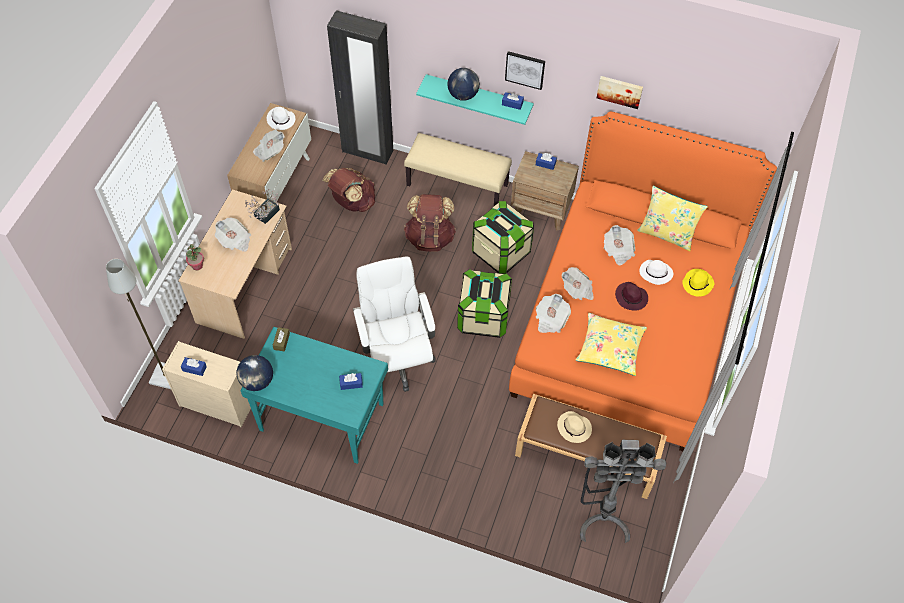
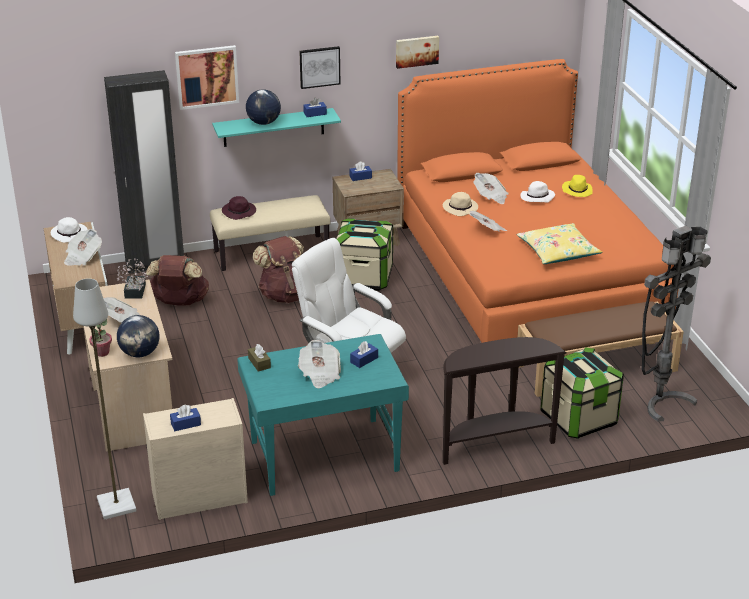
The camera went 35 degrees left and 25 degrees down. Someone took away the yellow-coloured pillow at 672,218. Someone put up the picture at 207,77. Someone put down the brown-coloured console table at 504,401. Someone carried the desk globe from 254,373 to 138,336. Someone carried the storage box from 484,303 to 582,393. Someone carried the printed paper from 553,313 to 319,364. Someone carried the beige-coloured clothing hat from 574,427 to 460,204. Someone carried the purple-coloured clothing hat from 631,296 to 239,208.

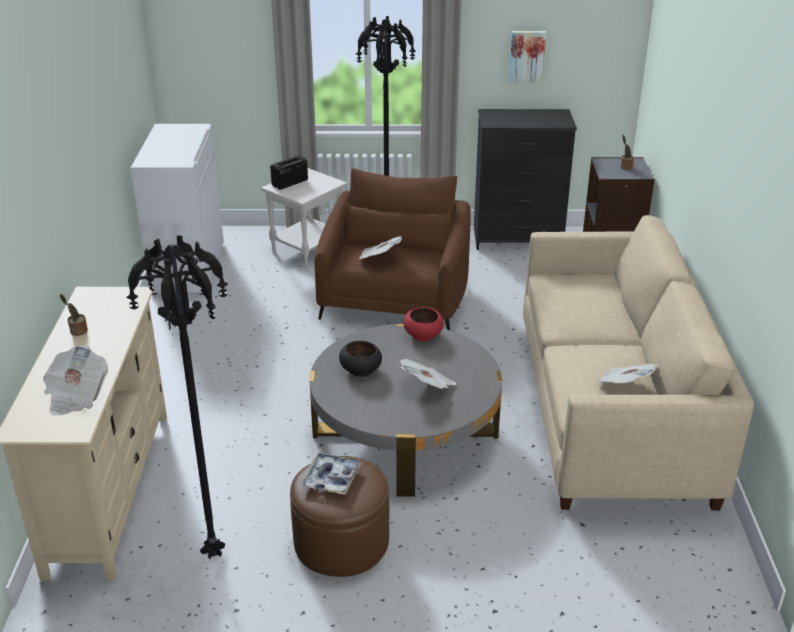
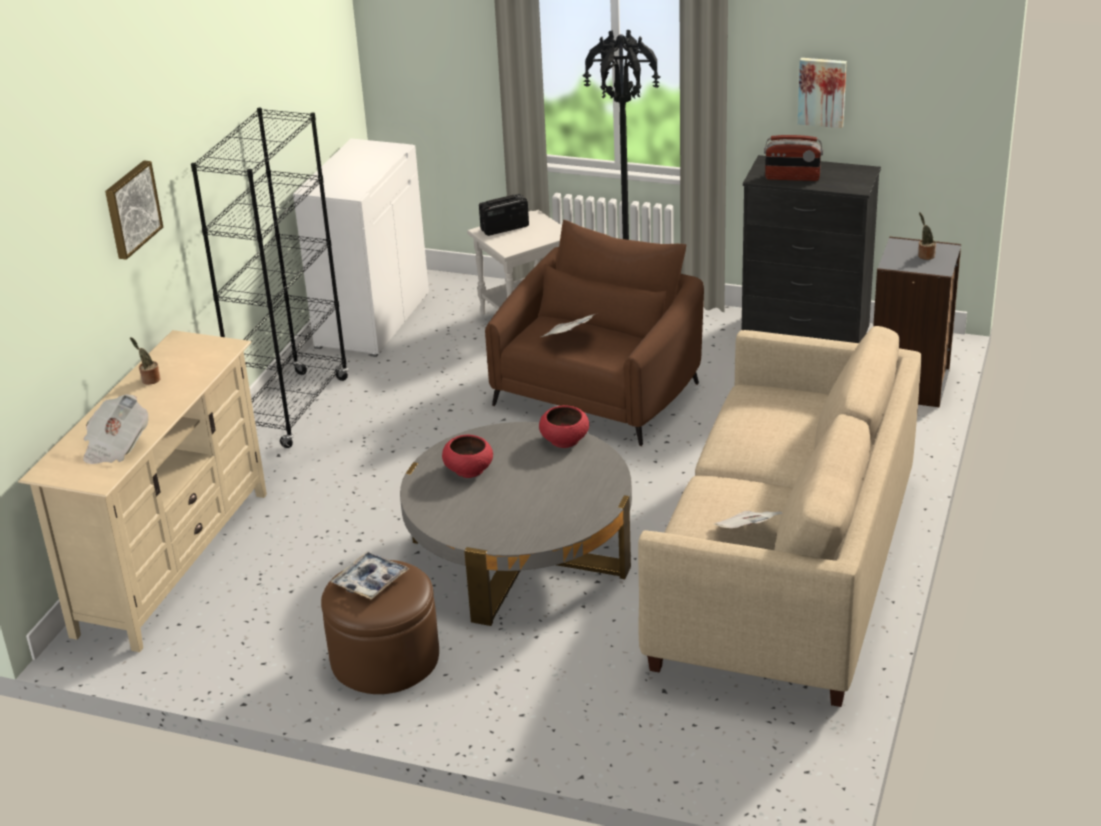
The camera went 20 degrees right and 0 degrees up. Someone took away the black standing lamp at 177,397. Someone took away the printed paper at 428,374. Someone put up the picture at 134,210. Someone put down the black bookcase at 270,277. Someone put down the radio at 793,158. Someone repainted the black bowl at 360,359, which became the red bowl at 467,456.

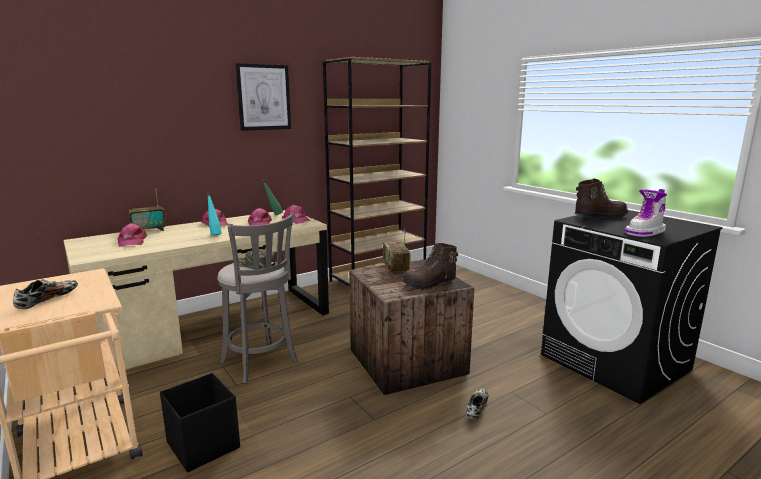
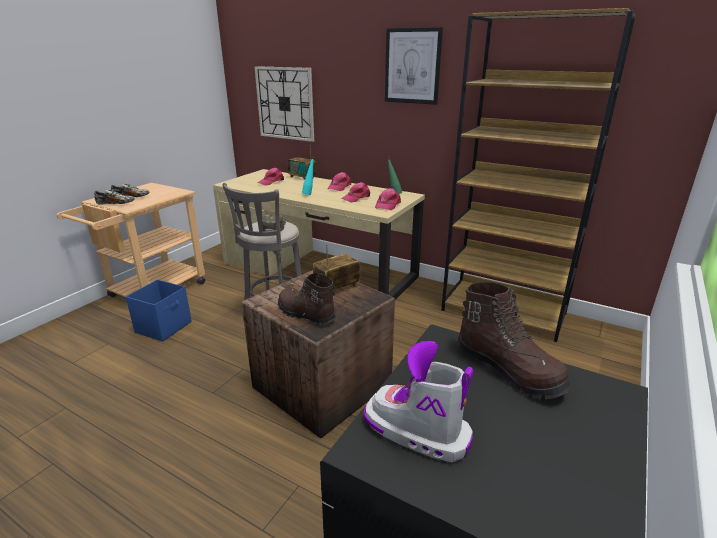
The camera went 65 degrees right and 10 degrees up. Someone put up the hanging clock at 284,104. Someone carried the item of footwear from 477,404 to 114,197. Someone repainted the black storage box at 200,422, which became the blue storage box at 159,310.

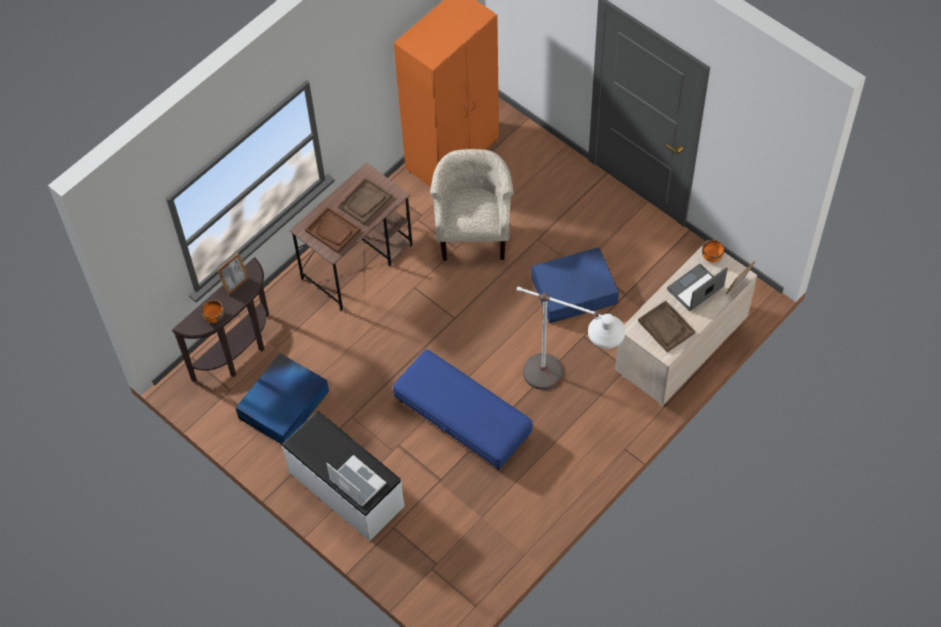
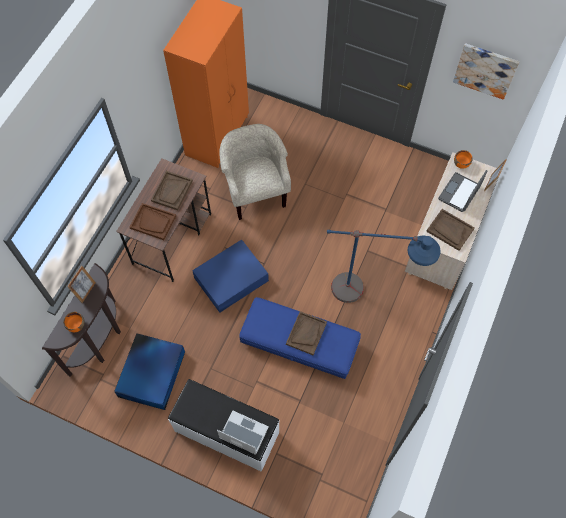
The camera went 20 degrees left and 5 degrees up. Someone put down the brown-coloured carrying tray at 306,333. Someone put up the picture at 486,71. Someone carried the blue storage box from 575,285 to 230,276. Someone repainted the whitish standing lamp at 571,338, which became the blue standing lamp at 383,266.

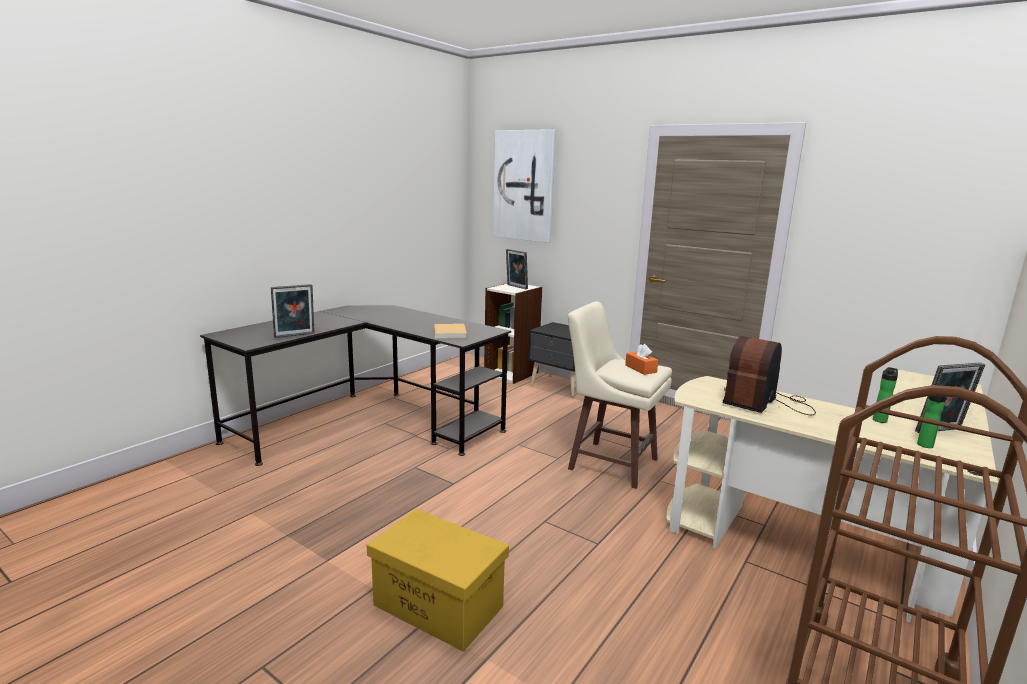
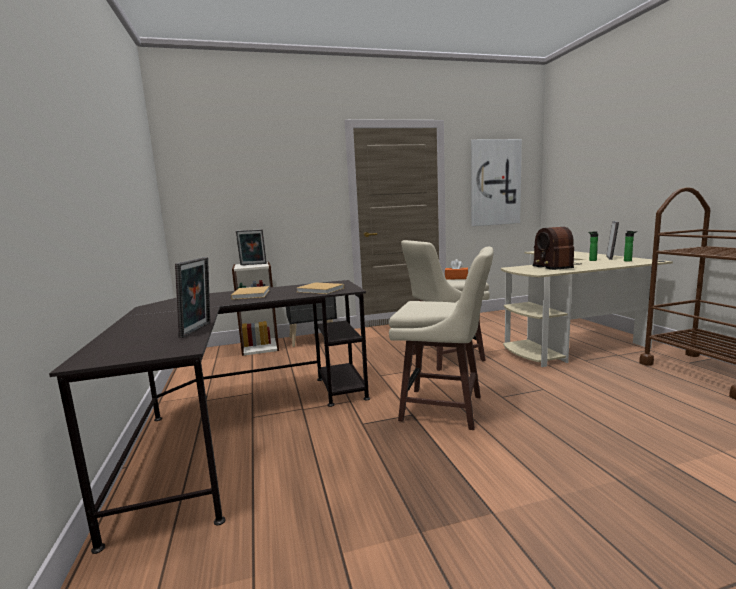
The camera went 50 degrees left and 5 degrees down. Someone took away the yellow-coloured storage box at 438,580. Someone put down the beige-coloured book at 250,293. Someone put down the beige-coloured stool seat at 441,338. Someone carried the picture from 524,186 to 496,182.

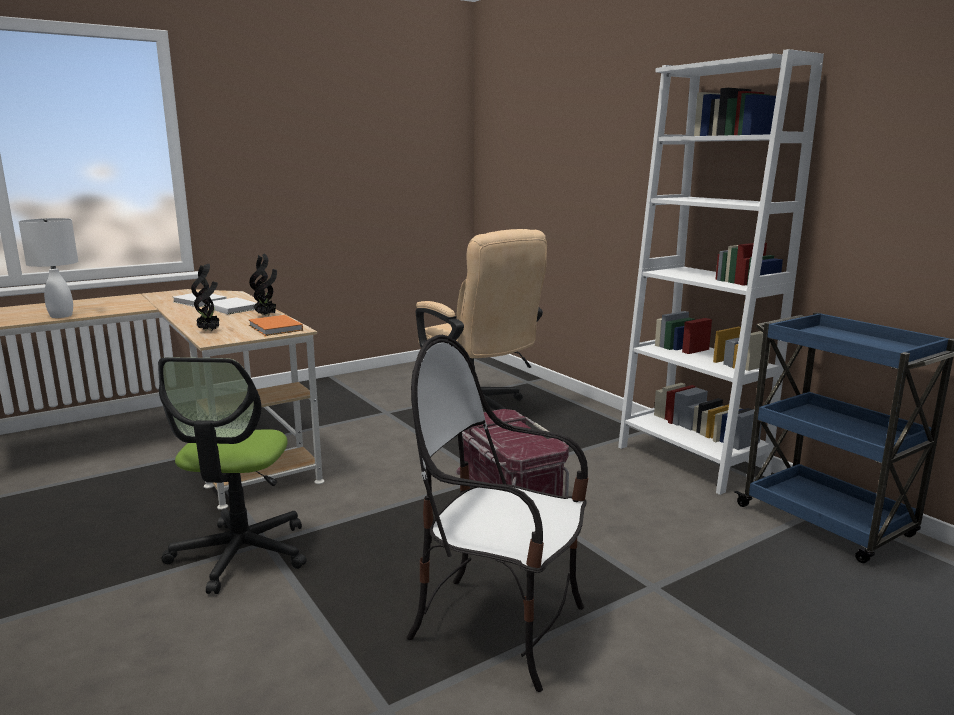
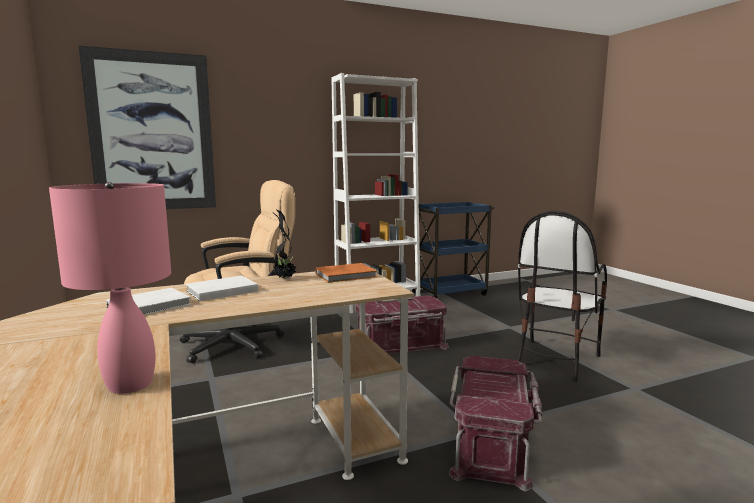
The camera went 80 degrees left and 5 degrees down. Someone took away the plant in a pot at 205,297. Someone put up the picture at 147,127. Someone swapped the office chair at 232,475 for the red storage box at 495,423. Someone repainted the whitish lamp for a table at 48,268, which became the pinkish lamp for a table at 110,288.

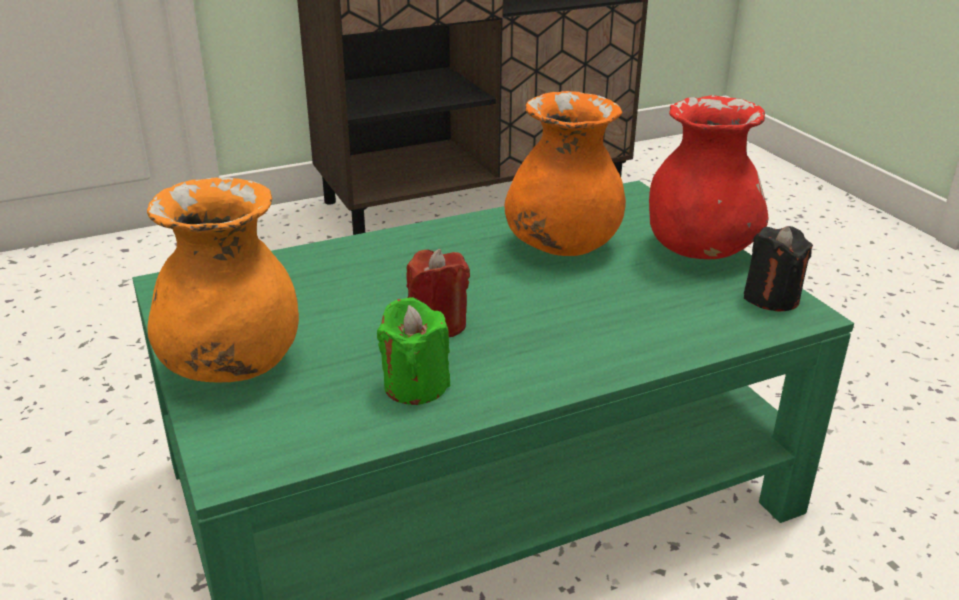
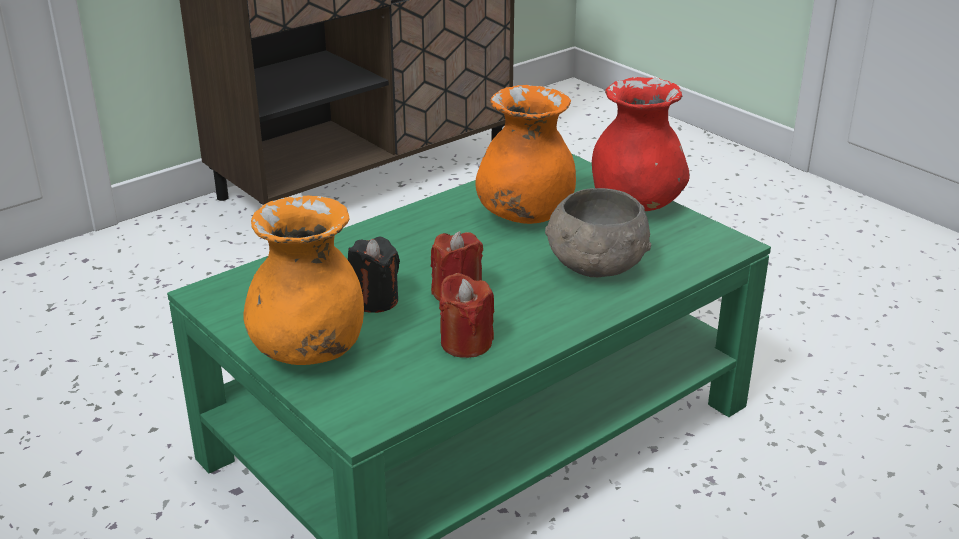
The camera went 15 degrees left and 0 degrees up. Someone put down the grey bowl at 598,232. Someone carried the black wax light from 778,268 to 374,275. Someone repainted the green wax light at 413,351, which became the red wax light at 466,315.

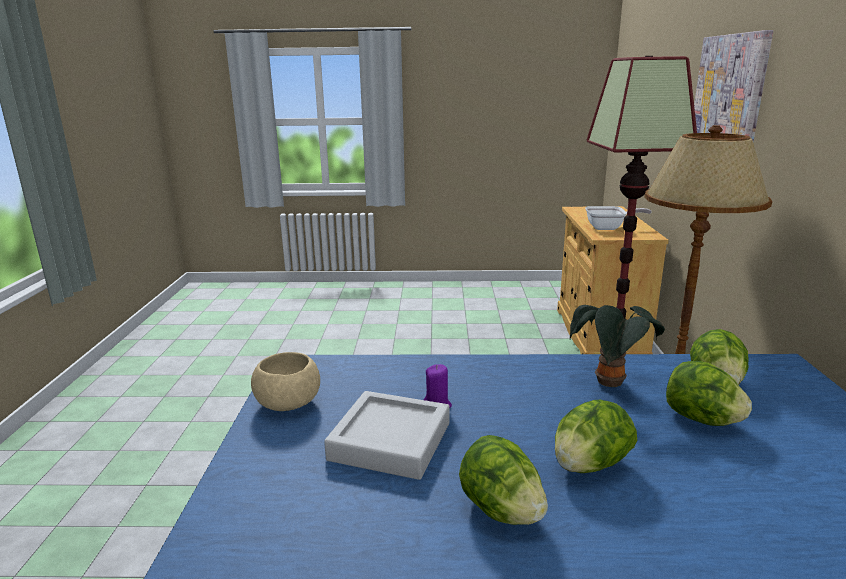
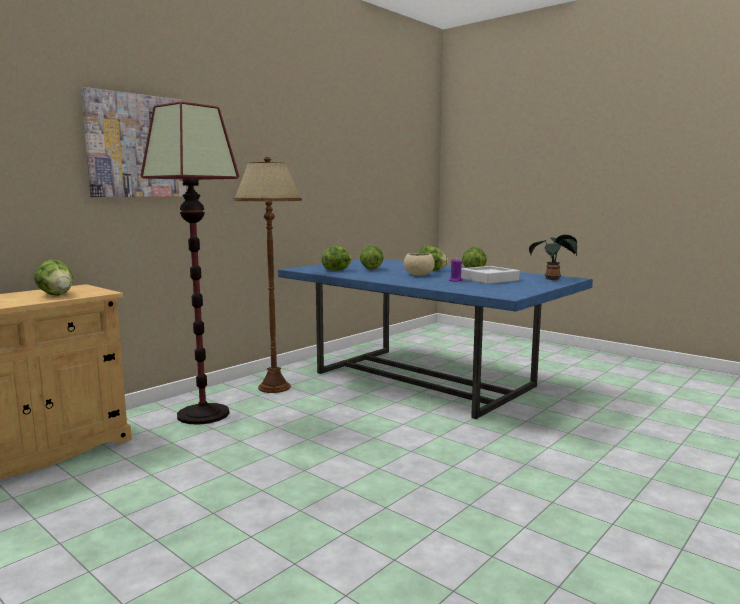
The camera went 140 degrees left and 10 degrees down. Someone carried the beige-coloured bowl from 285,381 to 419,264. Someone carried the plant in a pot from 617,346 to 553,257. Someone swapped the frying pan at 618,218 for the head of lettuce at 53,277.

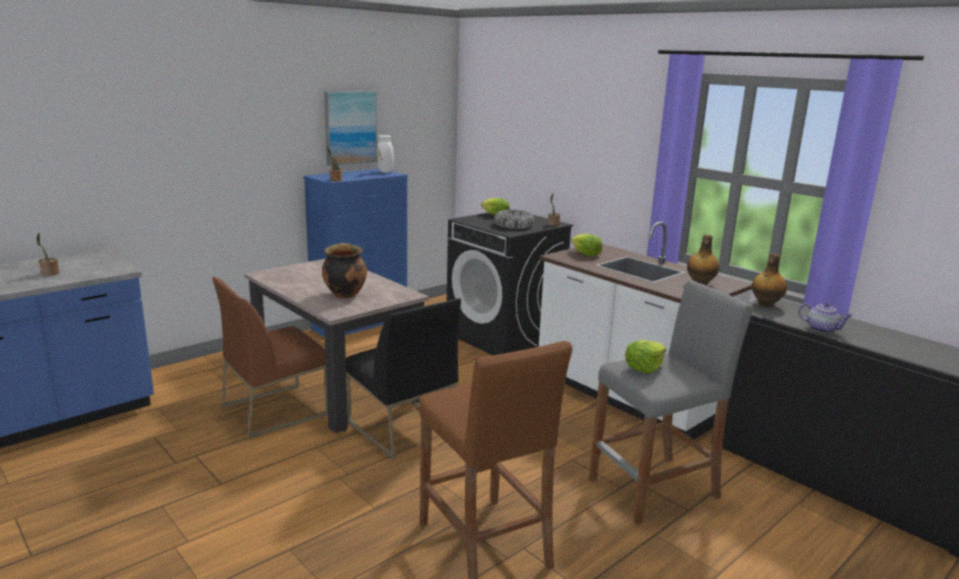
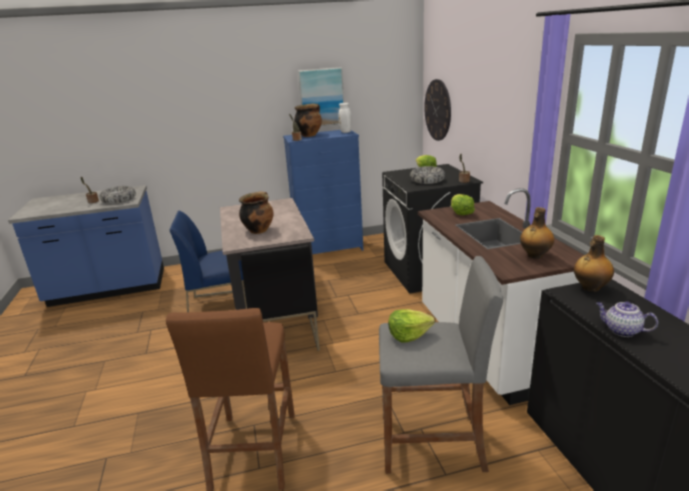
The camera went 30 degrees right and 5 degrees up. Someone put down the bowl at 118,195. Someone put down the cooking pot at 308,120. Someone put up the hanging clock at 437,110. Someone repainted the brown-coloured upright chair at 270,358, which became the blue upright chair at 208,261. Someone rotated the teapot at 825,317 by 150 degrees clockwise.

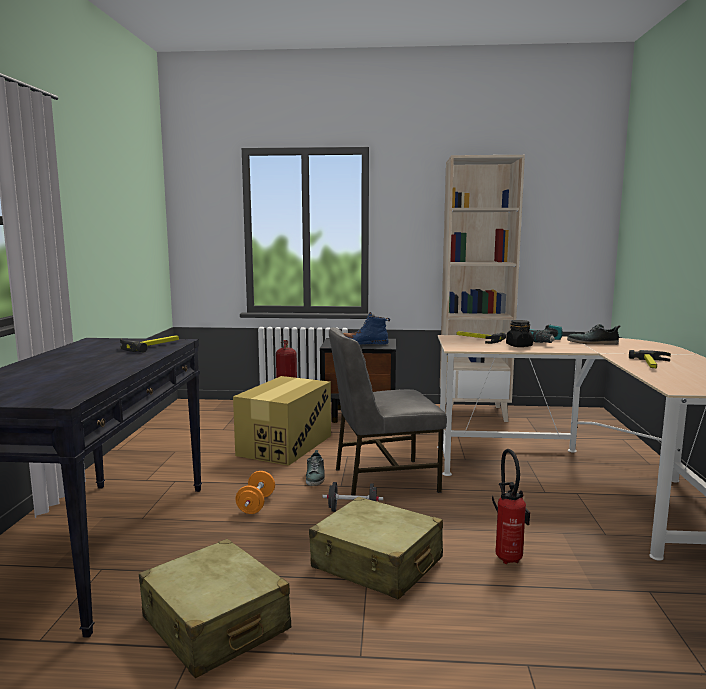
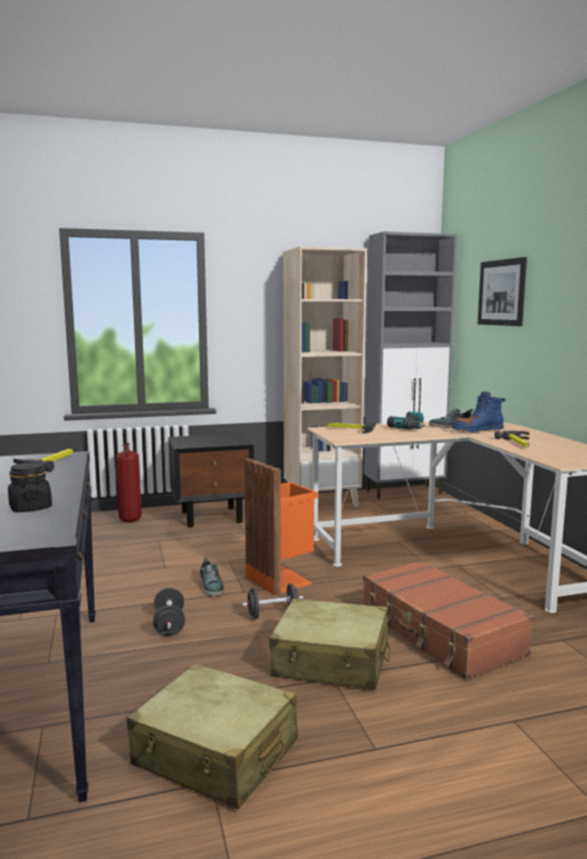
The camera went 20 degrees left and 0 degrees up. Someone took away the packing box at 282,421. Someone put down the grey cupboard at 410,365. Someone put up the picture at 502,291. Someone carried the blue boot from 366,328 to 478,411. Someone carried the black preserve jar from 519,333 to 30,487. Someone swapped the grey upright chair at 388,411 for the orangey waste bin at 281,527. Someone swapped the extinguisher at 511,506 for the brown-coloured travel case at 448,620. Someone repainted the orangey dumbbell at 255,492, which became the black dumbbell at 169,612.

